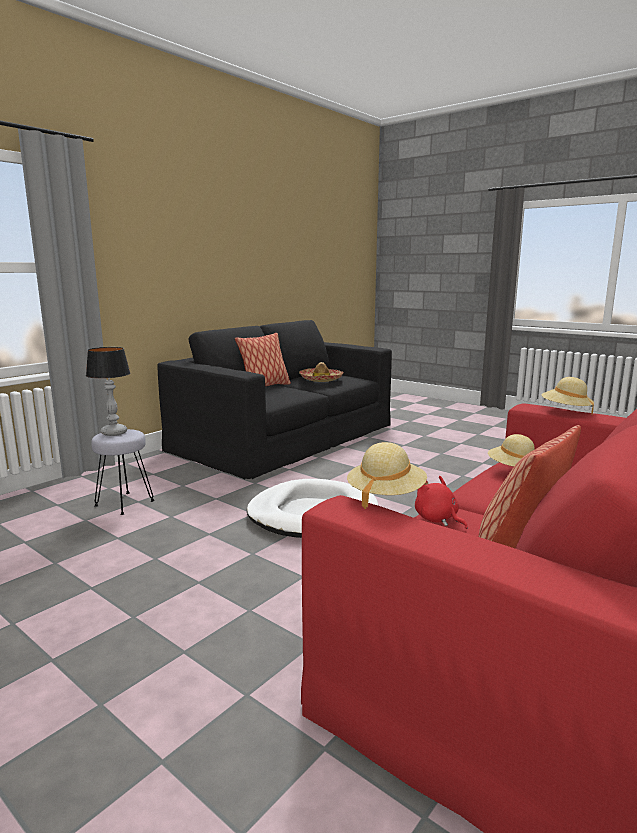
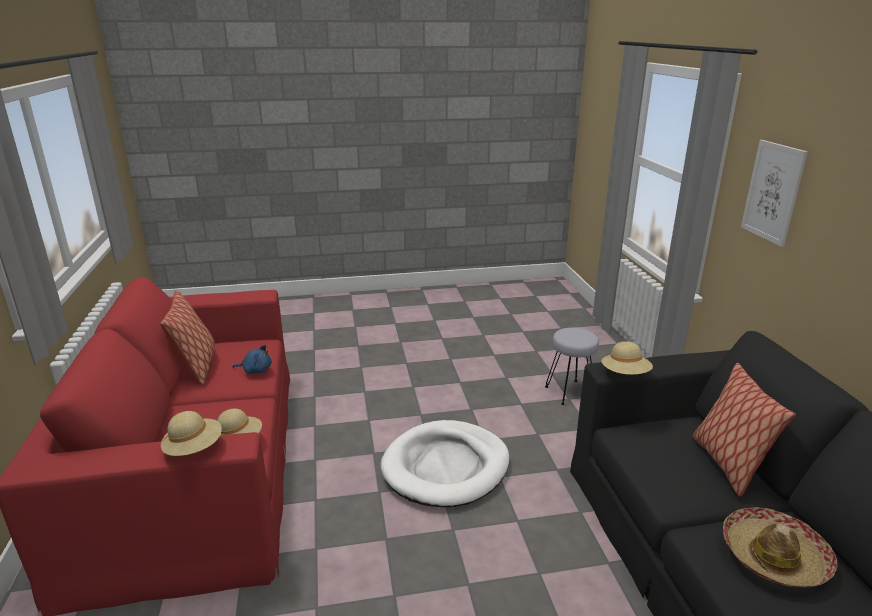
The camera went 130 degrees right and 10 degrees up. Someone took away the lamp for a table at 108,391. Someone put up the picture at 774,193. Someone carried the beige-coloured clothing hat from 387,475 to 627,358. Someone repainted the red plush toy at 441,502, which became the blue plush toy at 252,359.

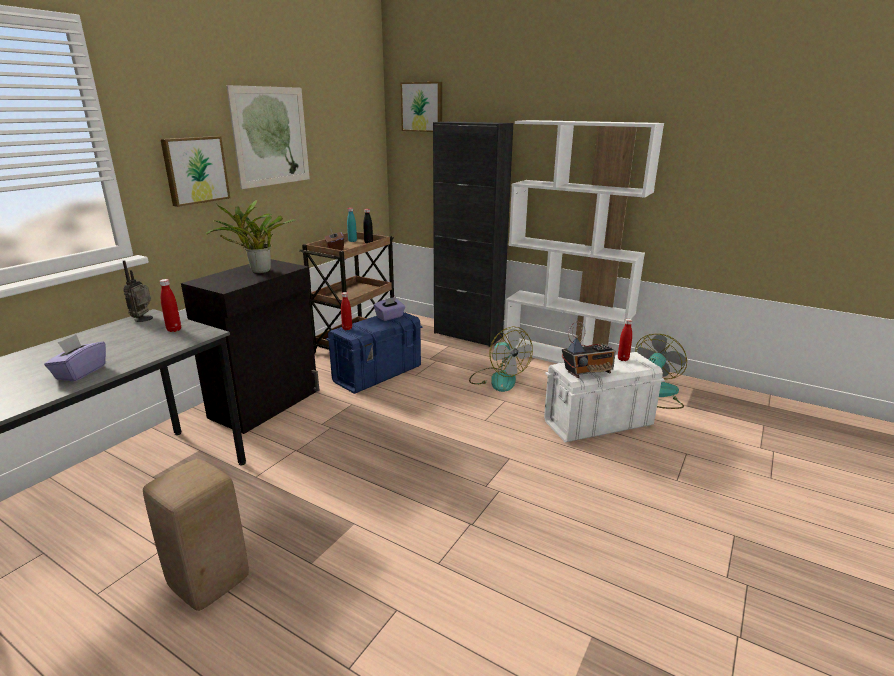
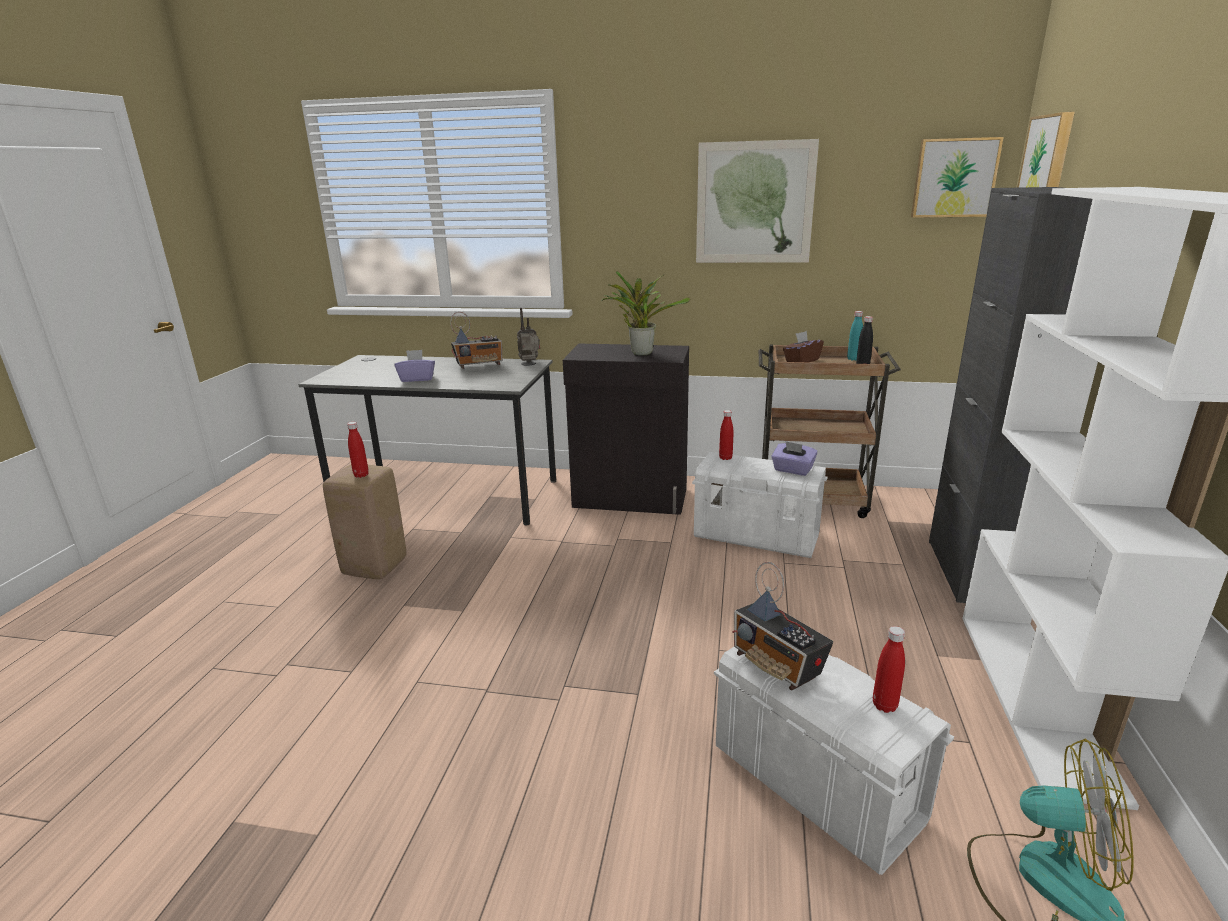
The camera went 70 degrees right and 0 degrees up. Someone took away the fan at 501,359. Someone put down the radio at 476,340. Someone carried the picture from 195,171 to 957,177. Someone carried the red bottle from 170,305 to 358,450. Someone repainted the blue storage box at 374,353, which became the whitish storage box at 760,505.

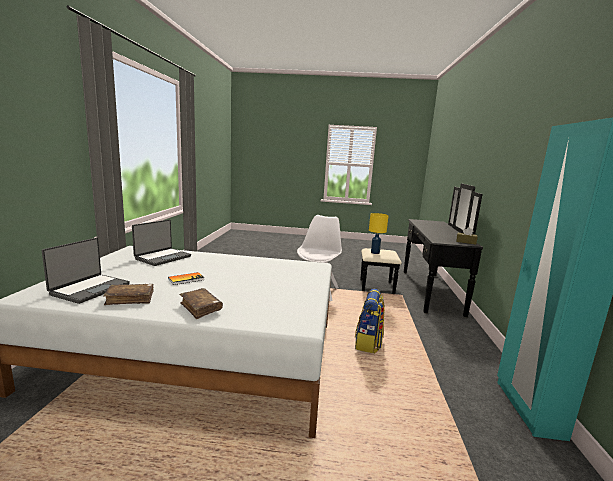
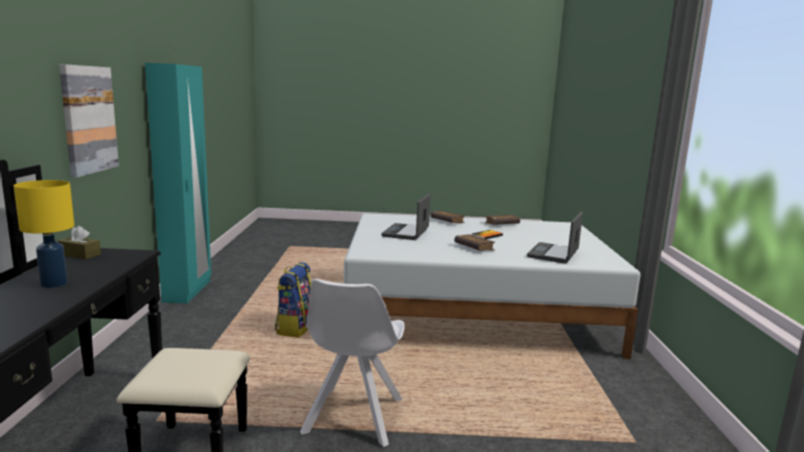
The camera went 175 degrees right and 0 degrees up. Someone put up the picture at 89,121. Someone put down the brown-coloured book at 475,242. Someone carried the portable computer from 86,271 to 406,217. Someone carried the yellow-coloured lamp for a table from 378,233 to 44,234.

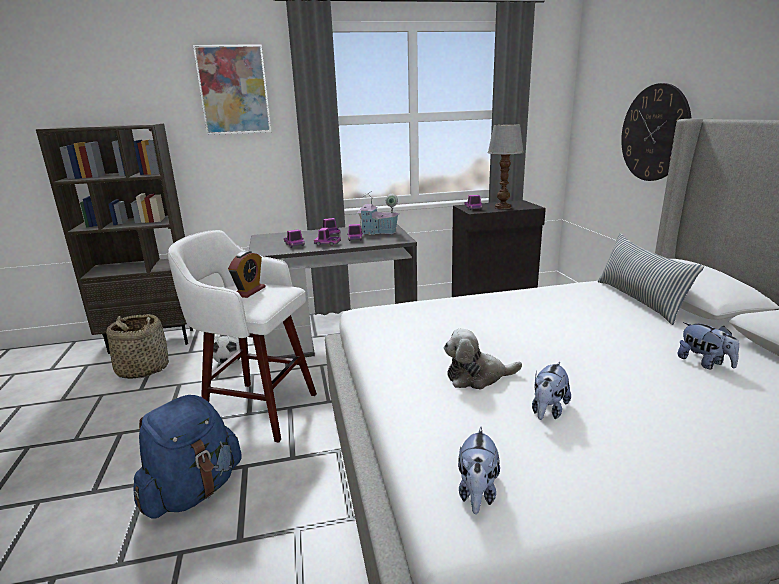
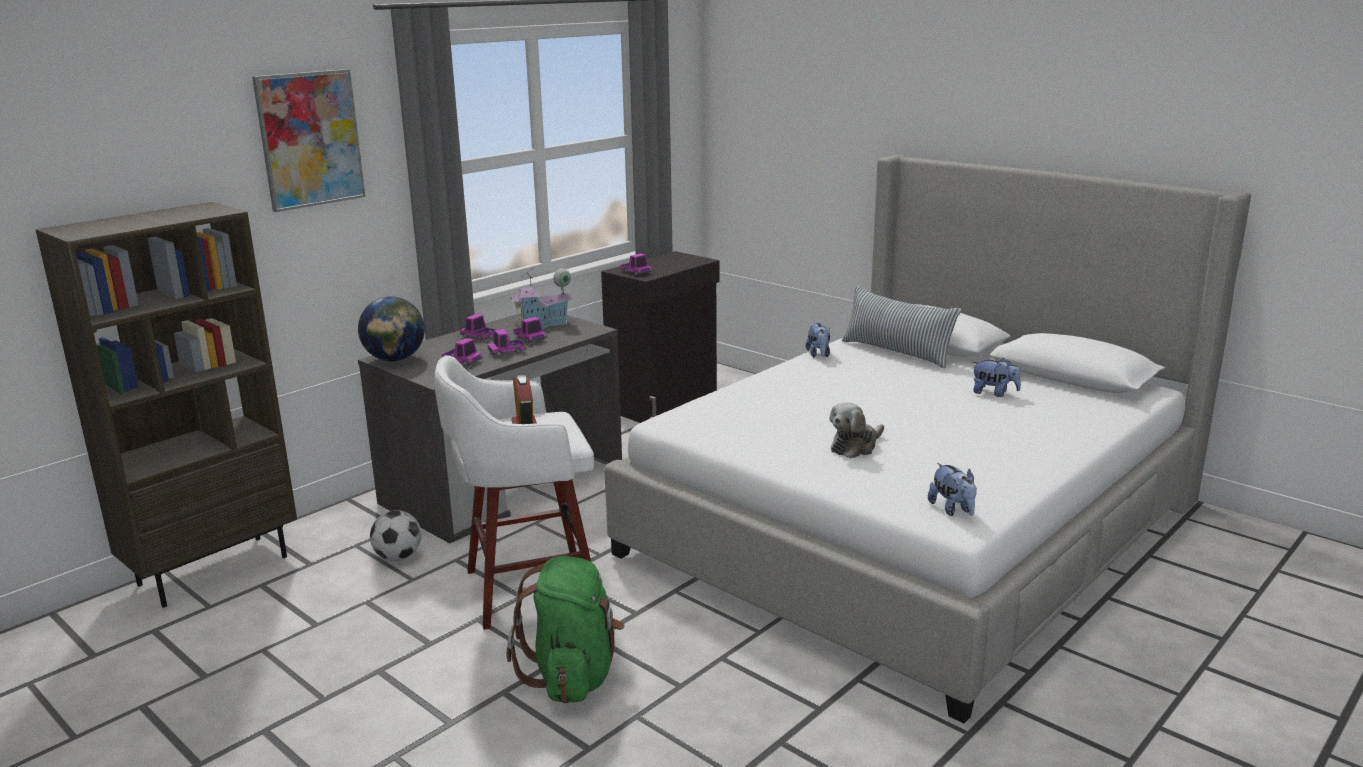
The camera went 35 degrees left and 0 degrees up. Someone took away the basket at 137,346. Someone took away the lamp for a table at 506,166. Someone took away the hanging clock at 656,132. Someone put down the desk globe at 391,329. Someone carried the plush toy from 551,391 to 818,340. Someone repainted the blue knapsack at 188,456, which became the green knapsack at 565,629.

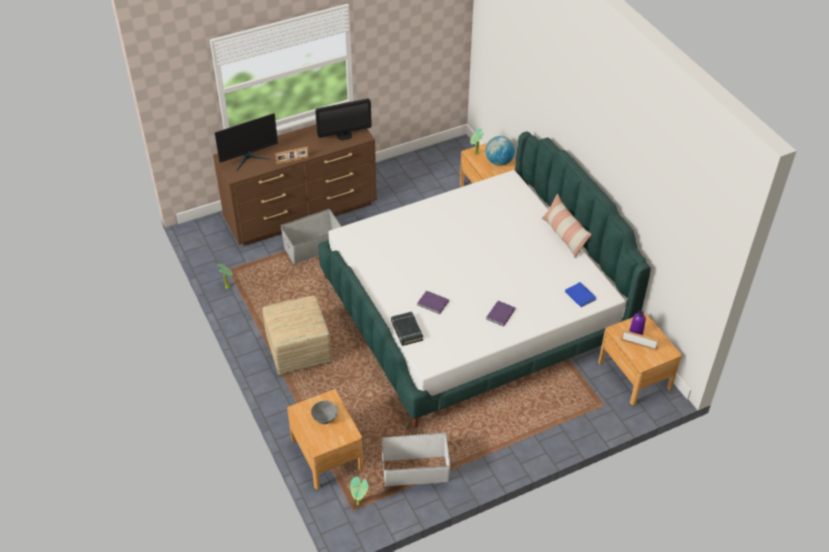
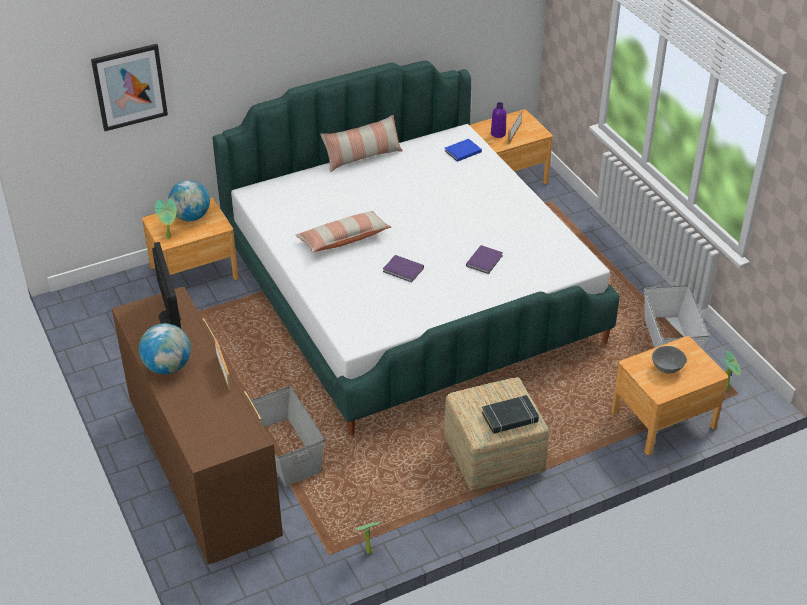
The camera went 90 degrees left and 5 degrees down. Someone took away the monitor at 246,142. Someone put up the picture at 129,87. Someone put down the desk globe at 165,348. Someone put down the pillow at 343,232. Someone carried the black book from 407,328 to 510,414. Someone carried the purple-coloured book from 501,314 to 403,268.

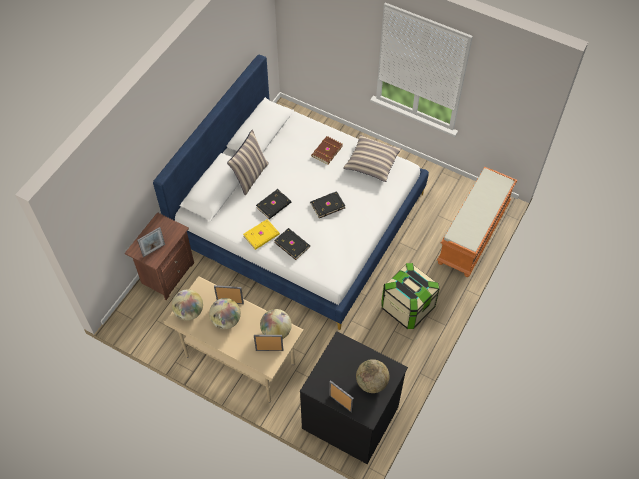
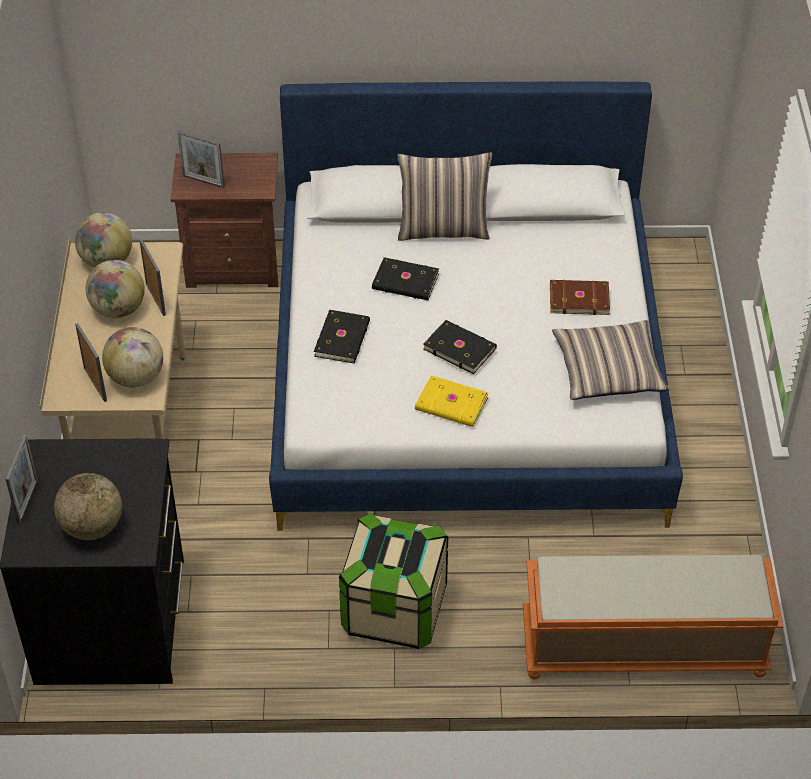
The camera went 60 degrees right and 10 degrees down. Someone carried the yellow-coloured book from 261,234 to 451,401.

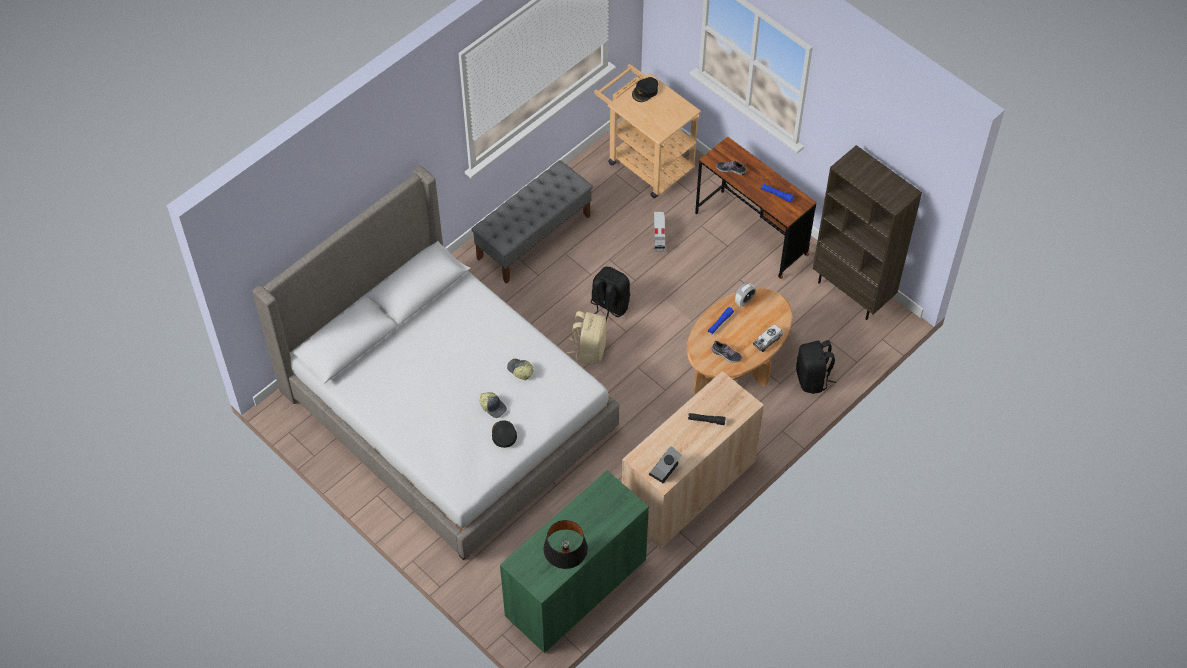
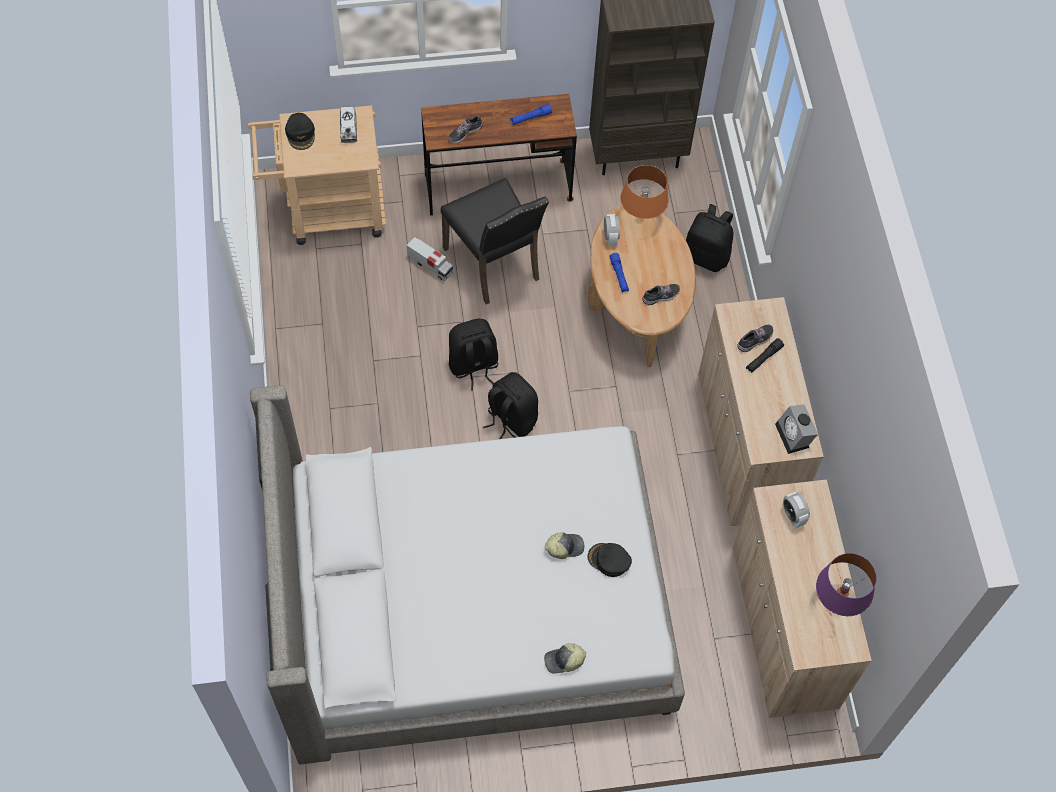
The camera went 55 degrees left and 5 degrees up. Someone took away the grey long seat at 532,222. Someone put down the black upright chair at 495,241. Someone put down the orangey lamp for a table at 644,192. Someone put down the item of footwear at 755,338. Someone put down the table clock at 796,510. Someone carried the baseball cap from 520,369 to 565,658. Someone carried the toy truck from 768,338 to 348,125. Someone repainted the green cupboard at 574,561, which became the beige-coloured cupboard at 802,598. Someone repainted the black lamp for a table at 565,544, which became the purple-coloured lamp for a table at 846,584. Someone repainted the beige-coloured knapsack at 586,338, which became the black knapsack at 510,405.

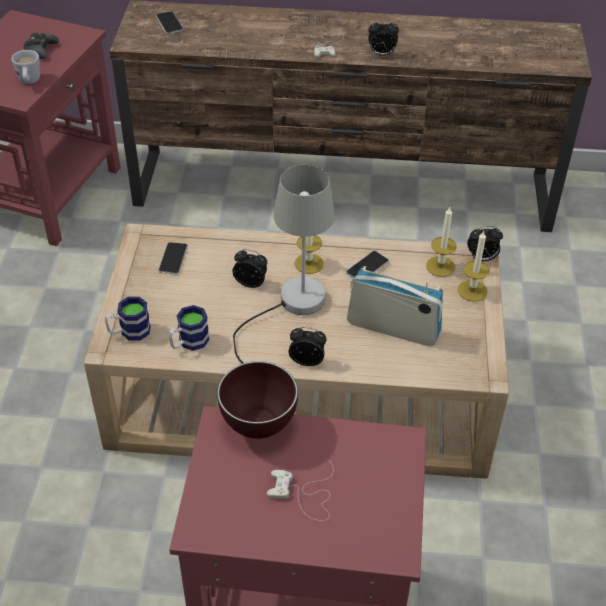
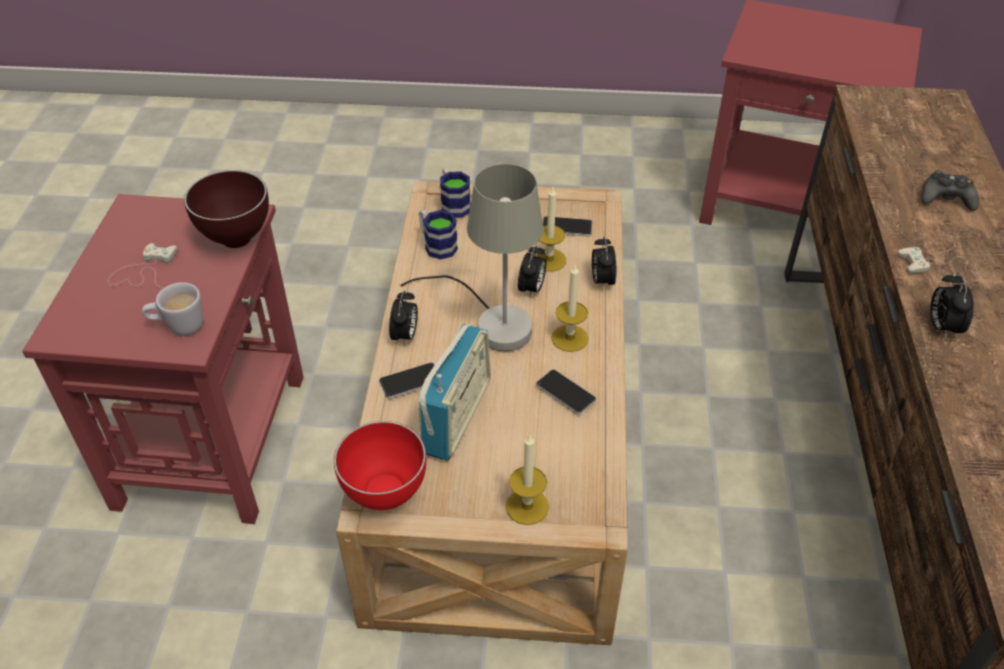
The camera went 90 degrees right and 0 degrees up. Someone put down the red bowl at 380,465. Someone carried the whitish coffee mug from 25,67 to 172,309. Someone carried the black joypad from 41,45 to 950,190. Someone carried the handset from 170,22 to 406,381. Someone carried the wax light from 441,242 to 550,229. Someone carried the table clock from 485,243 to 604,263.

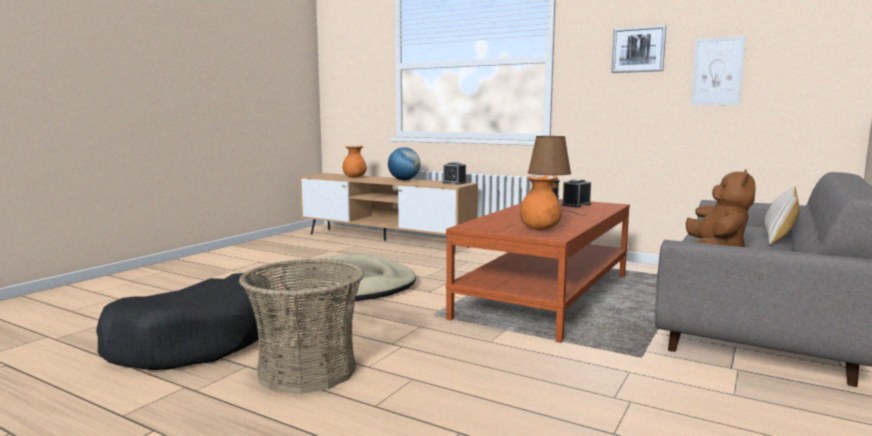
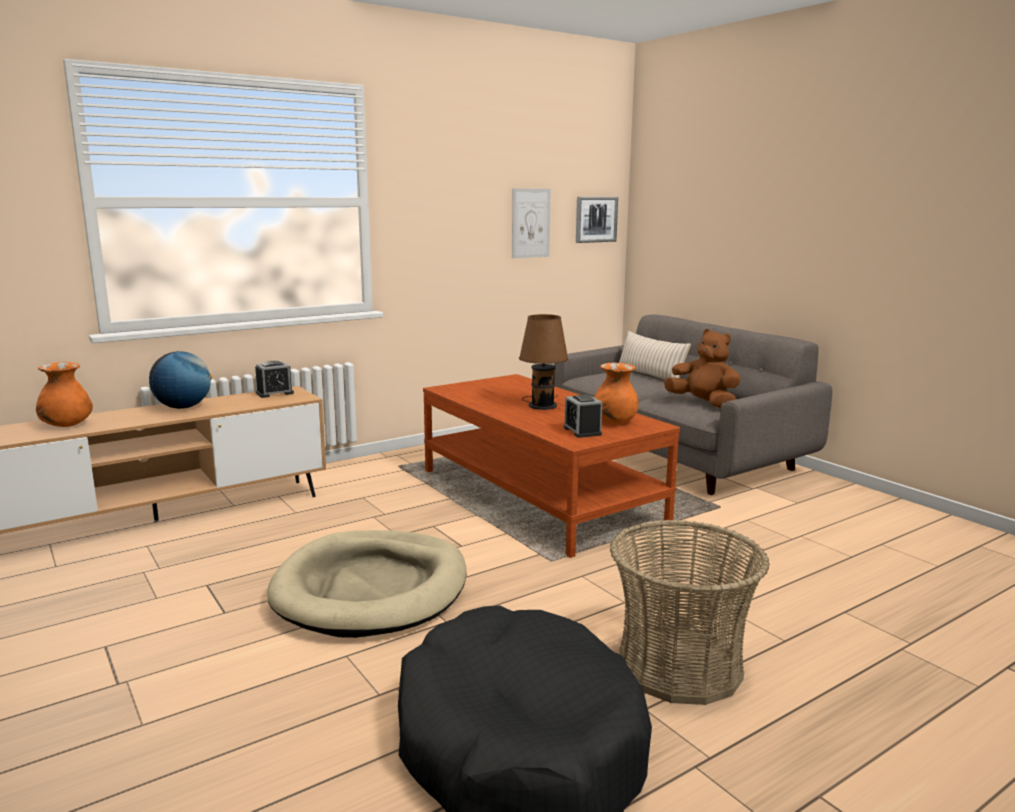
The camera went 65 degrees left and 5 degrees up. Someone carried the table clock from 576,193 to 583,416. Someone carried the picture from 638,49 to 597,220.

